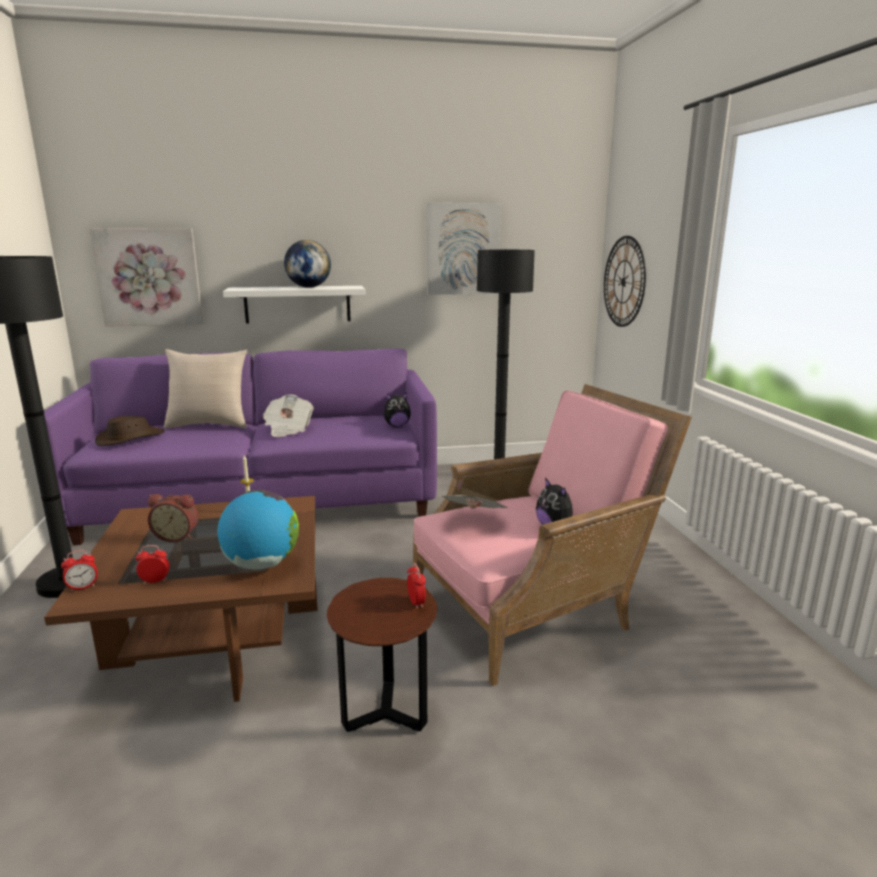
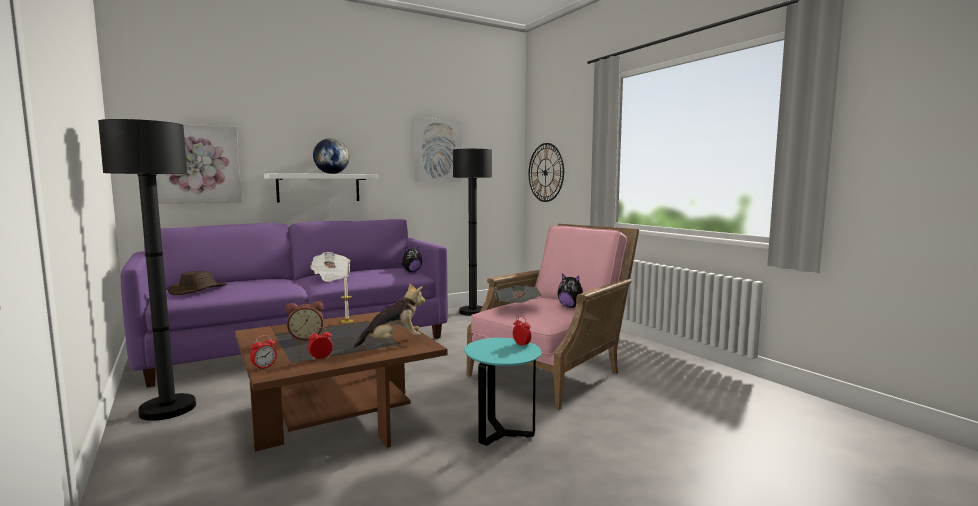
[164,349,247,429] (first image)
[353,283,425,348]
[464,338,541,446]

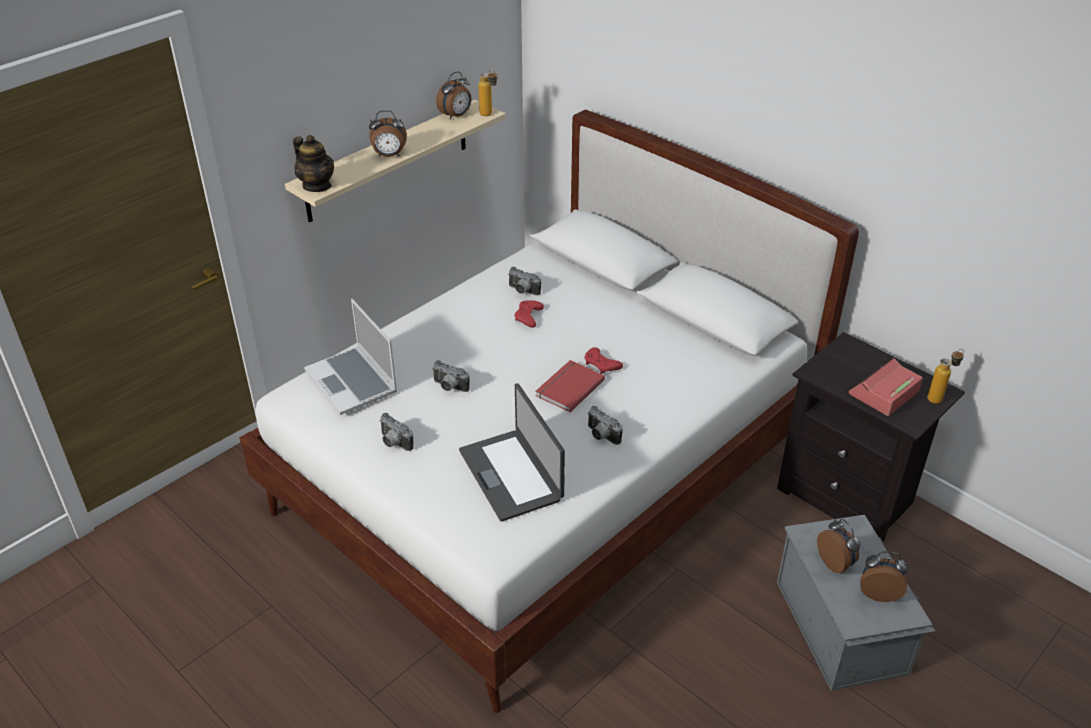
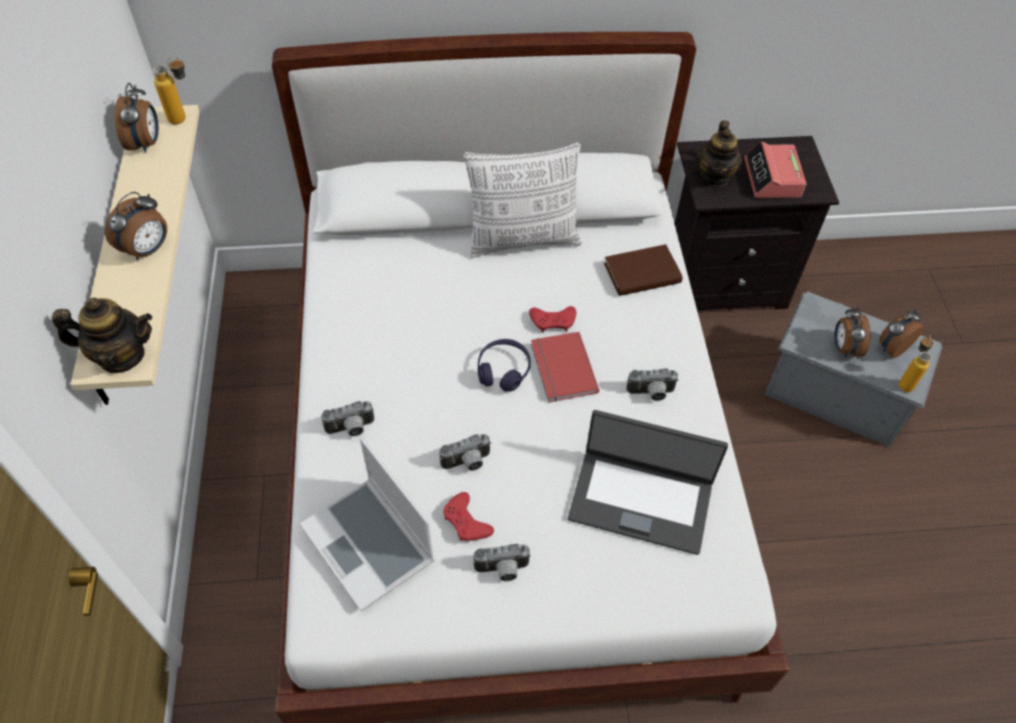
[300,437,435,612]
[321,401,374,437]
[443,492,494,541]
[834,306,871,358]
[899,335,934,392]
[463,143,582,258]
[478,339,531,392]
[604,244,682,296]
[696,121,743,187]

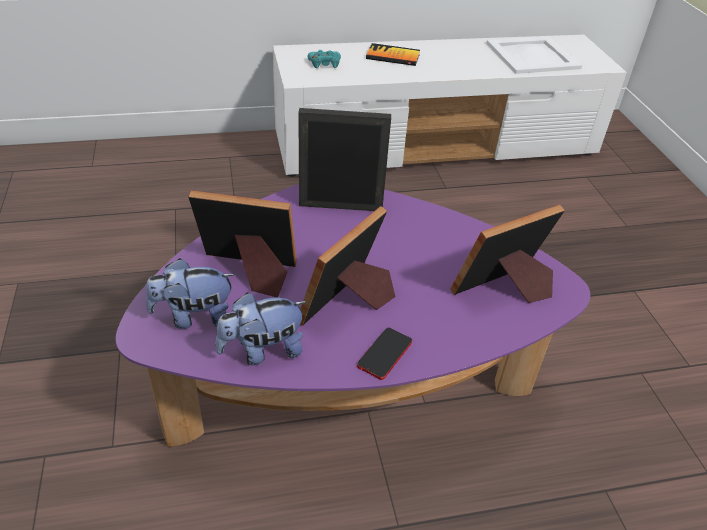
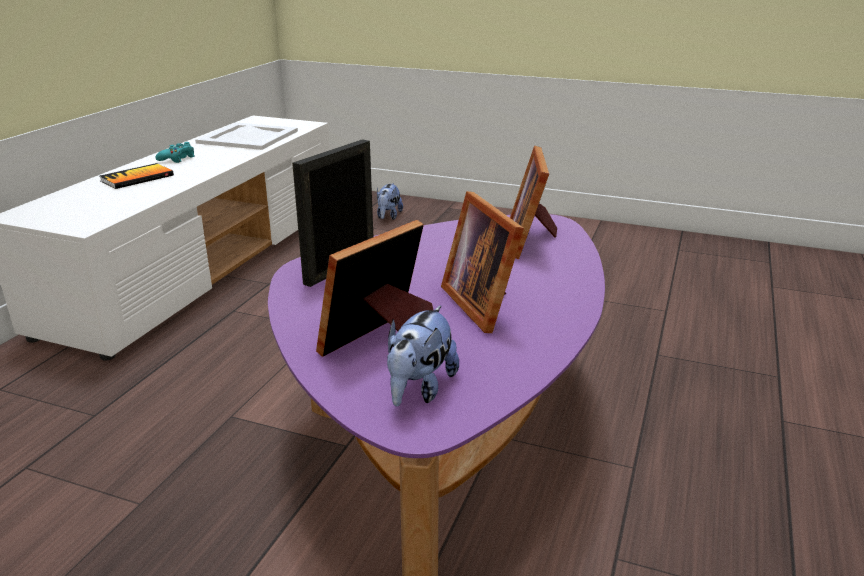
[377,183,403,220]
[155,142,195,163]
[357,327,412,380] (first image)

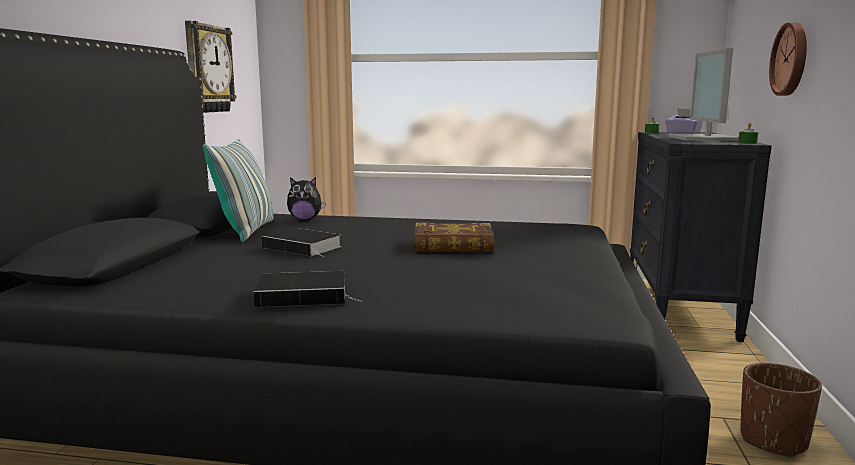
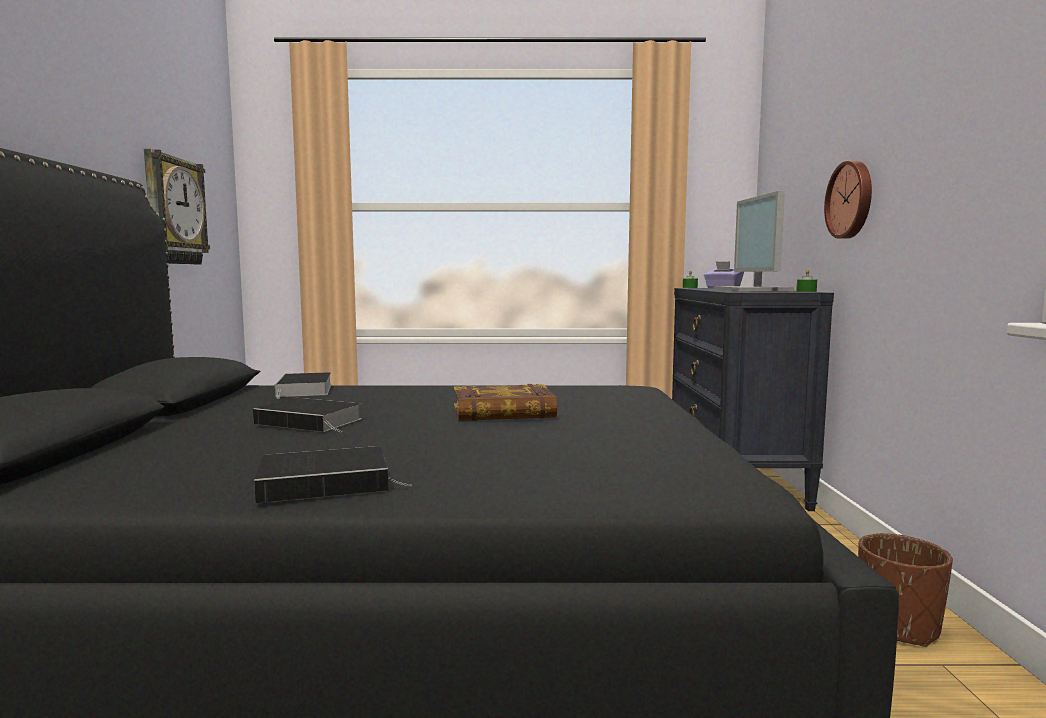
[203,139,274,242] (first image)
[275,372,332,399]

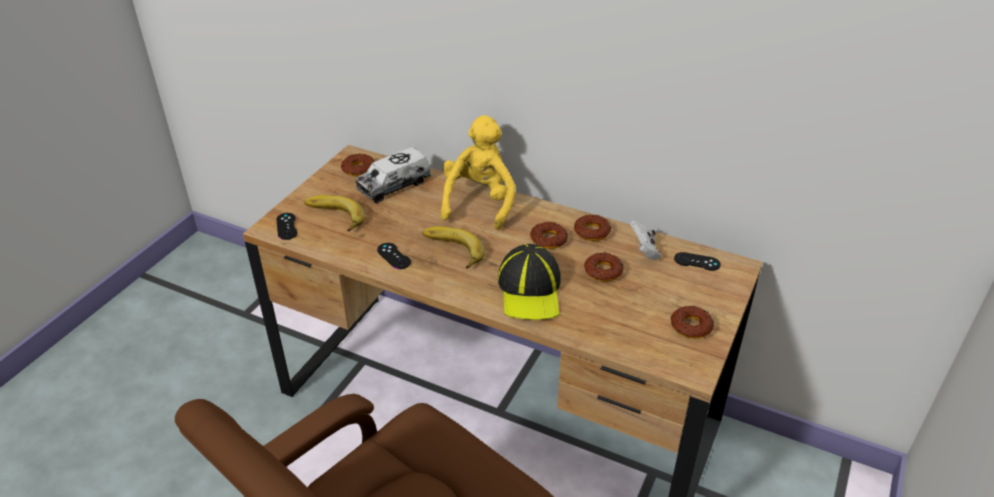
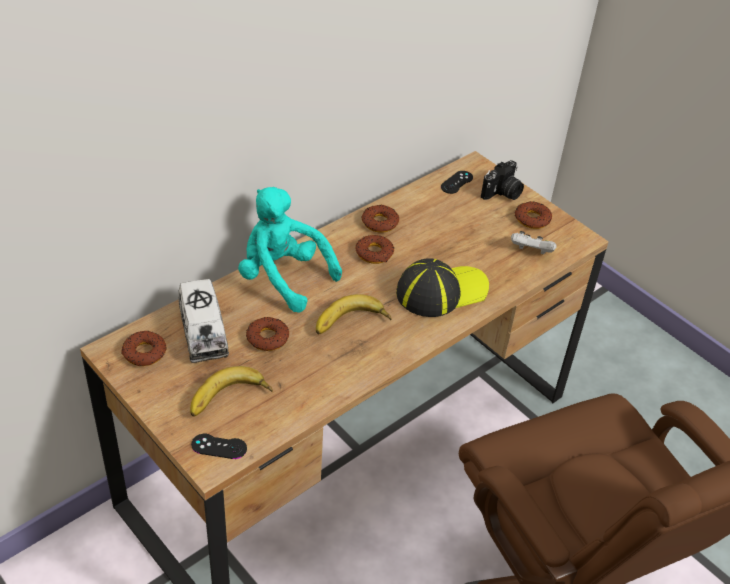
[377,243,411,269] (first image)
[238,187,342,313]
[396,258,489,317]
[246,317,289,351]
[511,231,557,255]
[481,160,524,200]

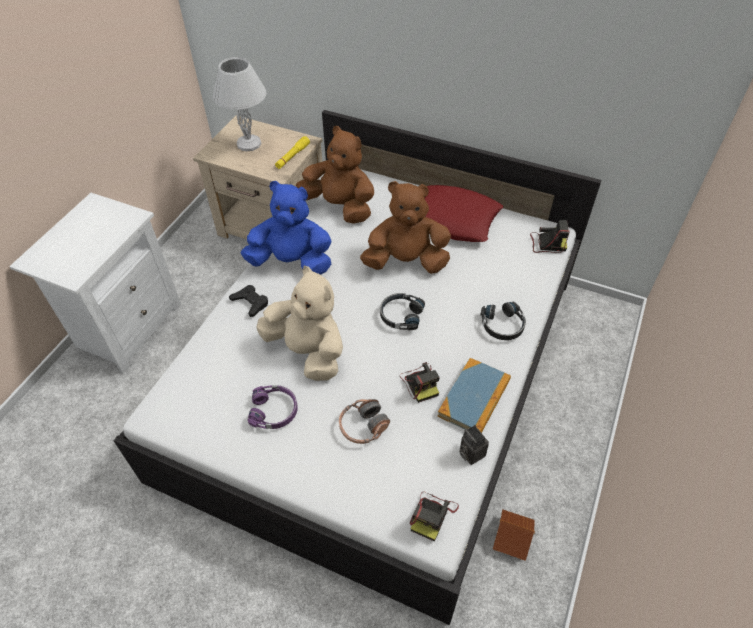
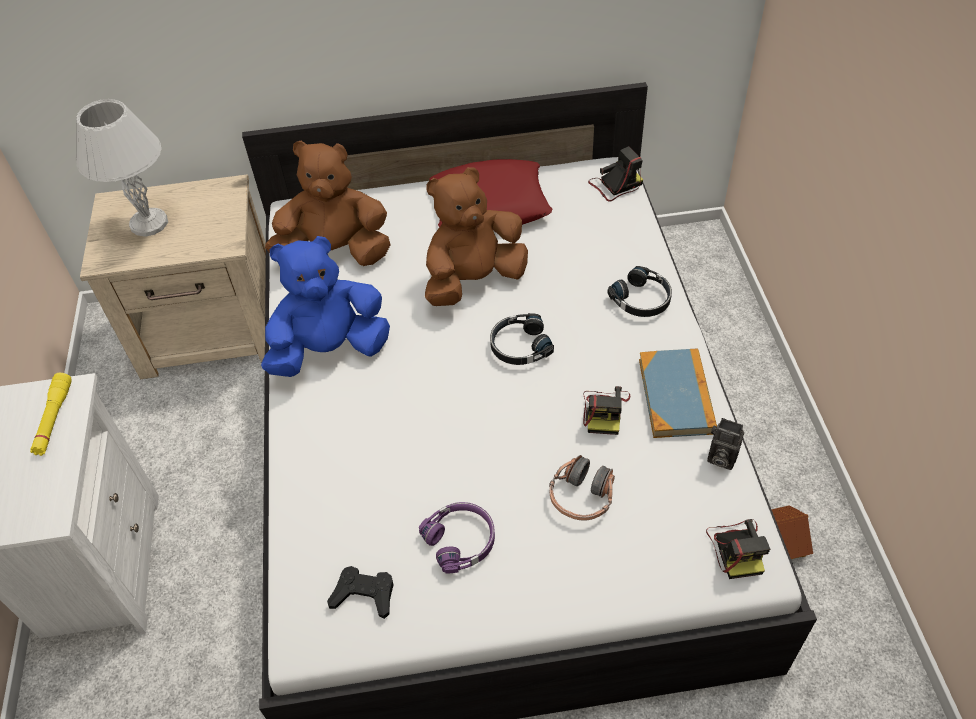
[327,566,393,619]
[256,266,343,381] (first image)
[30,373,72,456]
[583,386,630,435]

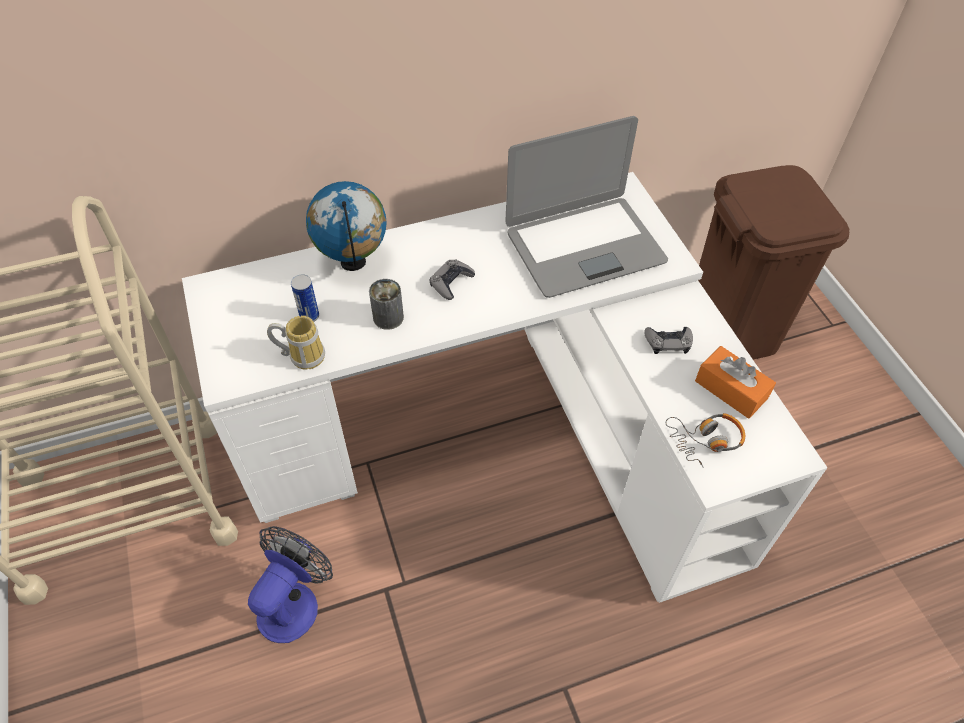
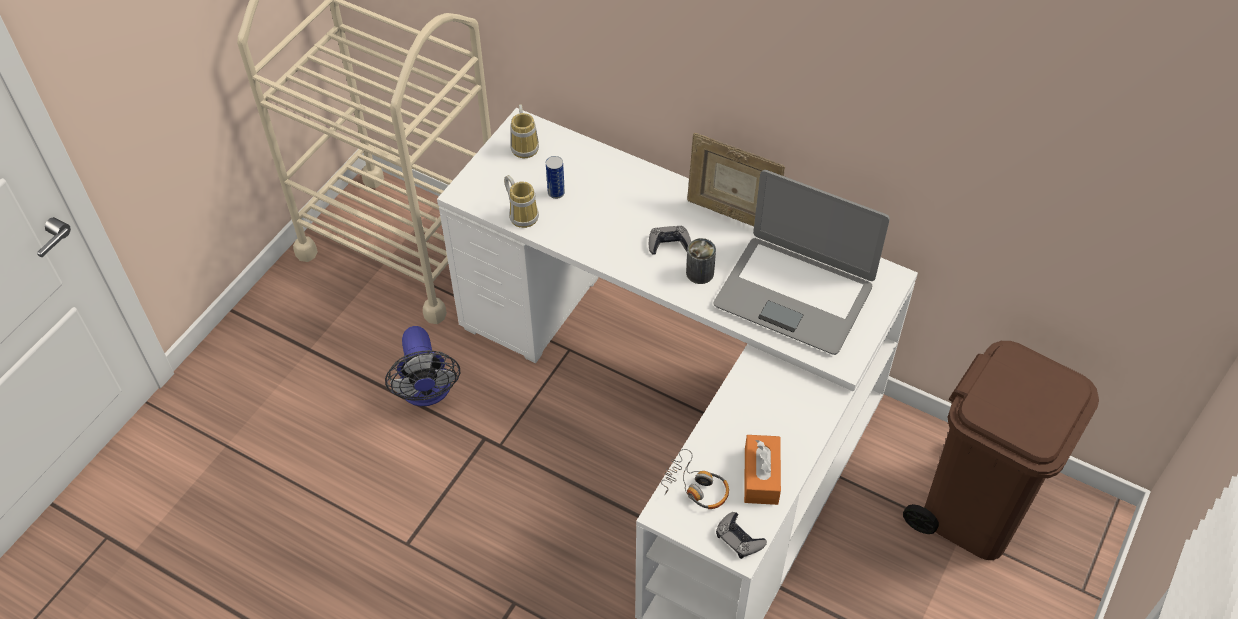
[385,326,460,406]
[306,181,387,271] (first image)
[686,238,716,284]
[716,512,767,559]
[510,104,539,158]
[687,133,785,226]

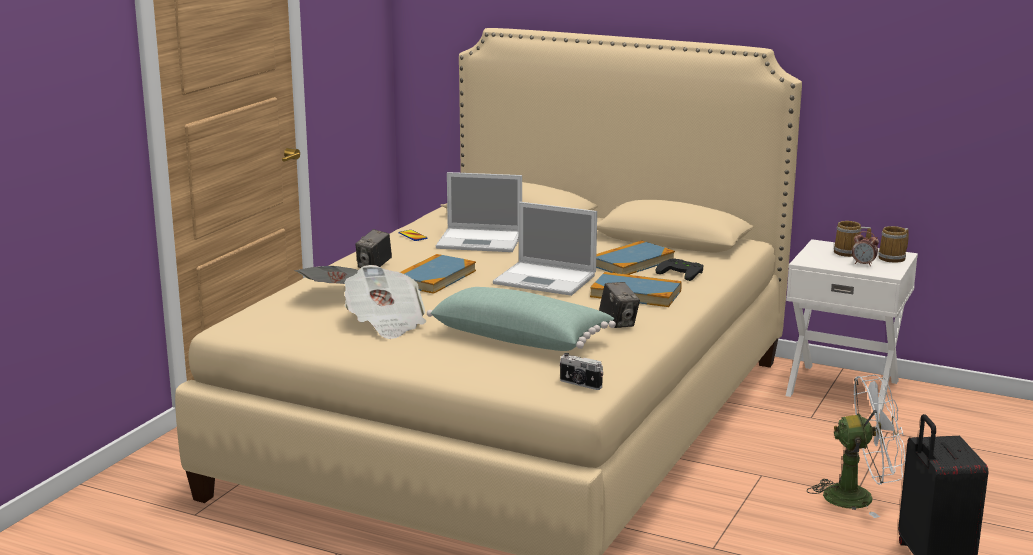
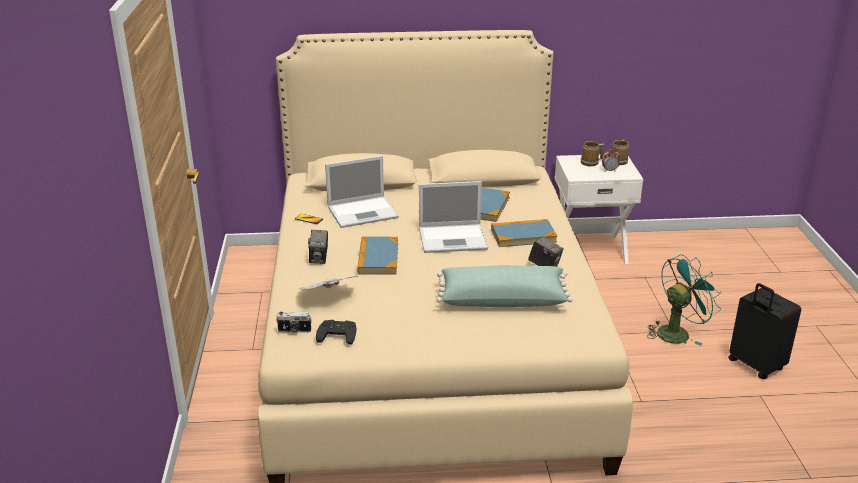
[344,265,426,339] (first image)
[276,312,312,333]
[316,320,357,344]
[647,254,721,346]

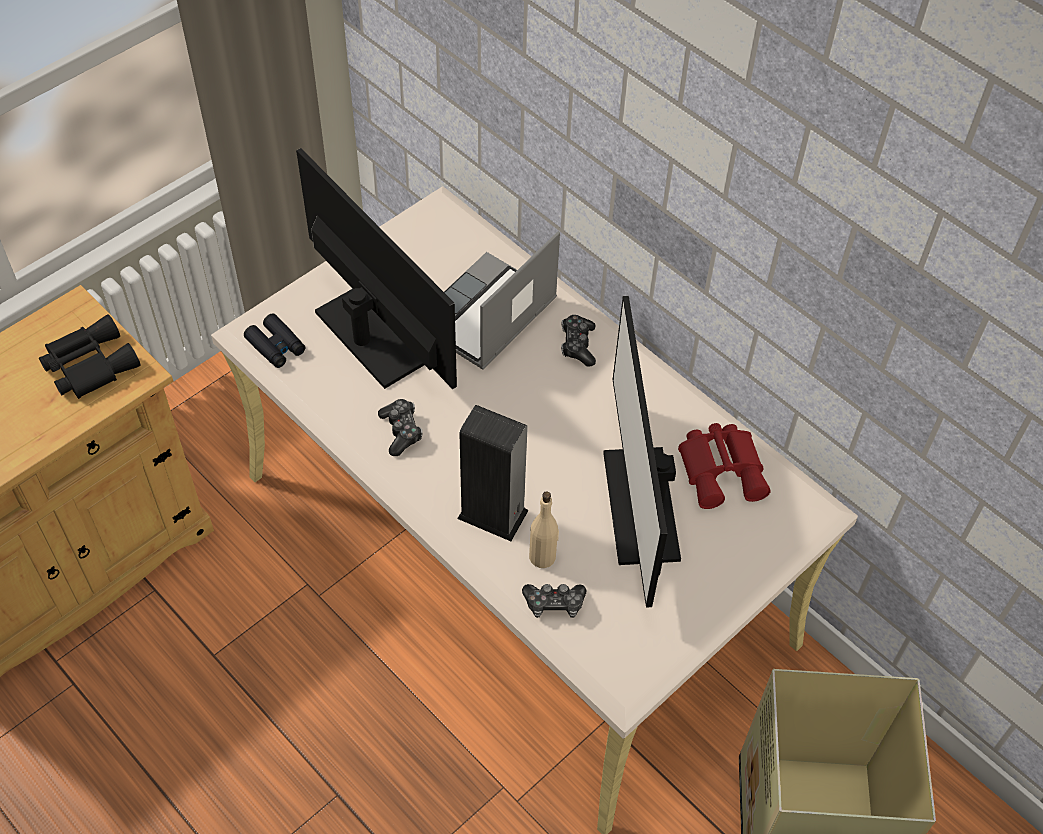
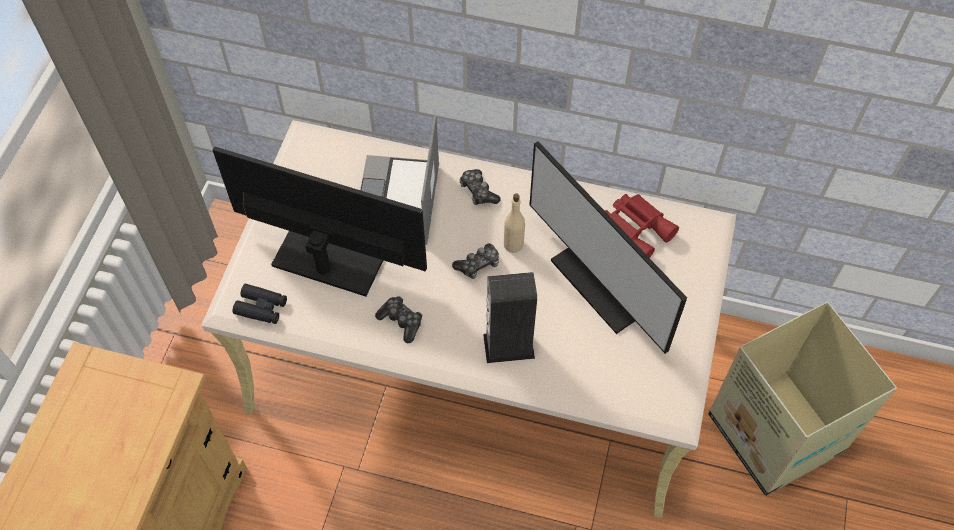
[39,314,141,399] (first image)
[452,243,499,279]
[504,193,525,253]

